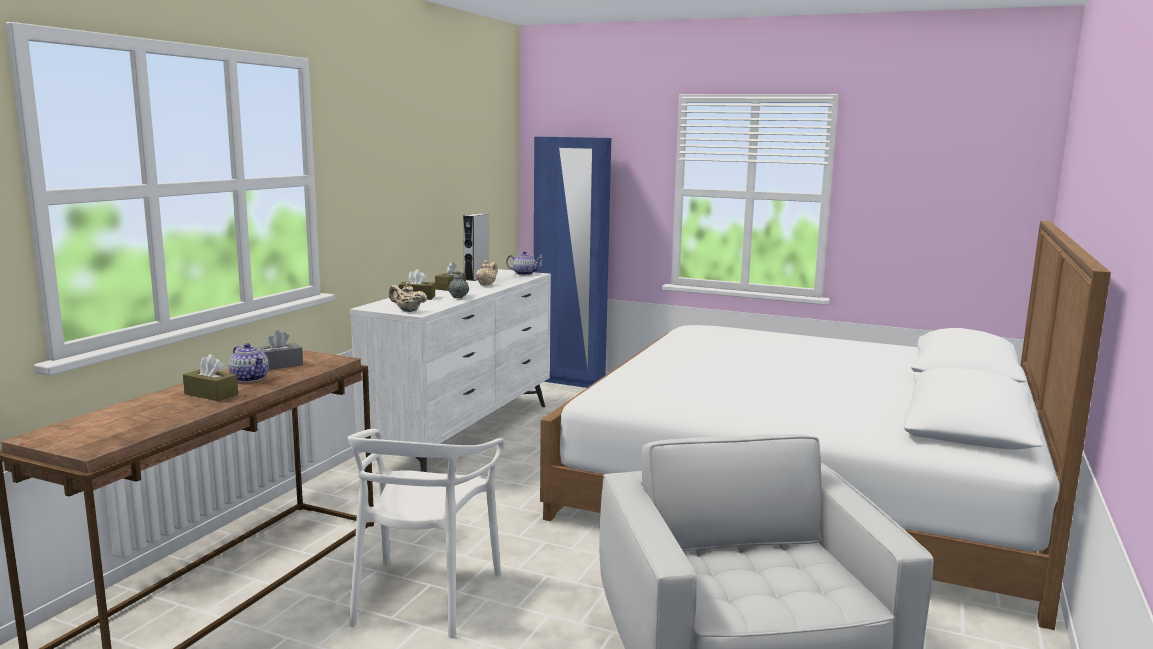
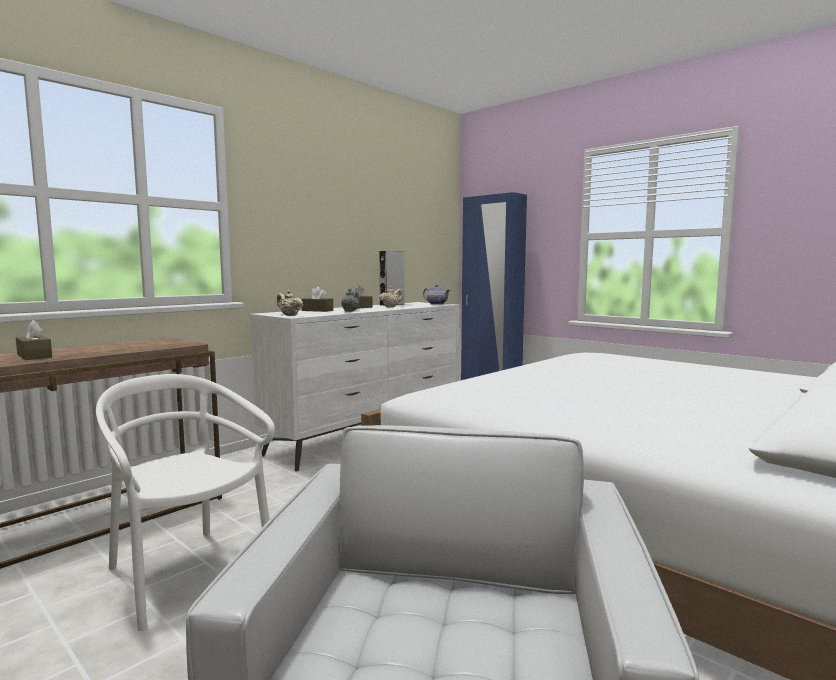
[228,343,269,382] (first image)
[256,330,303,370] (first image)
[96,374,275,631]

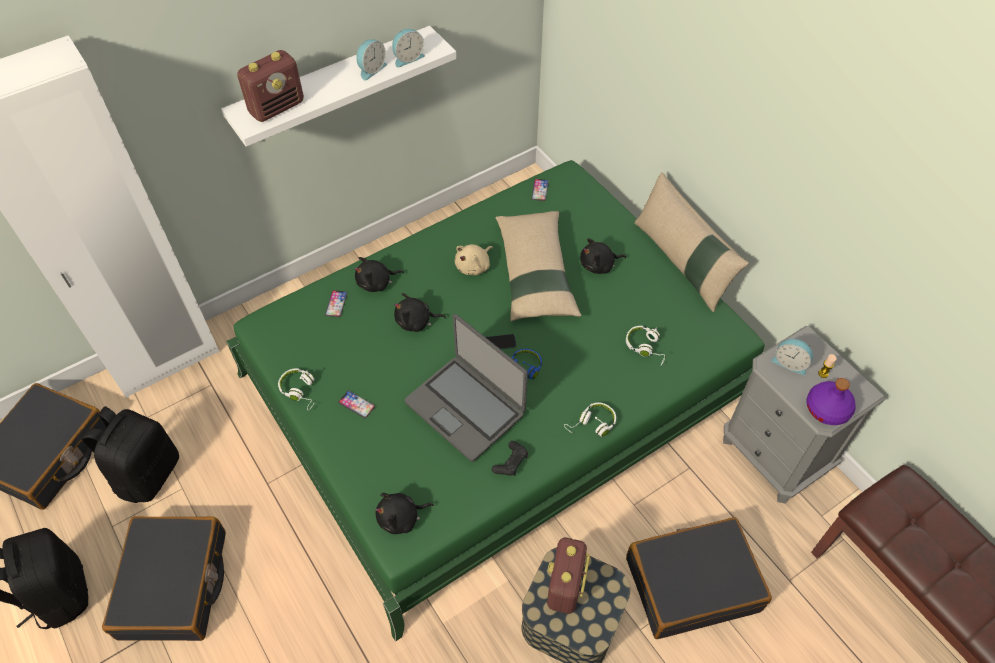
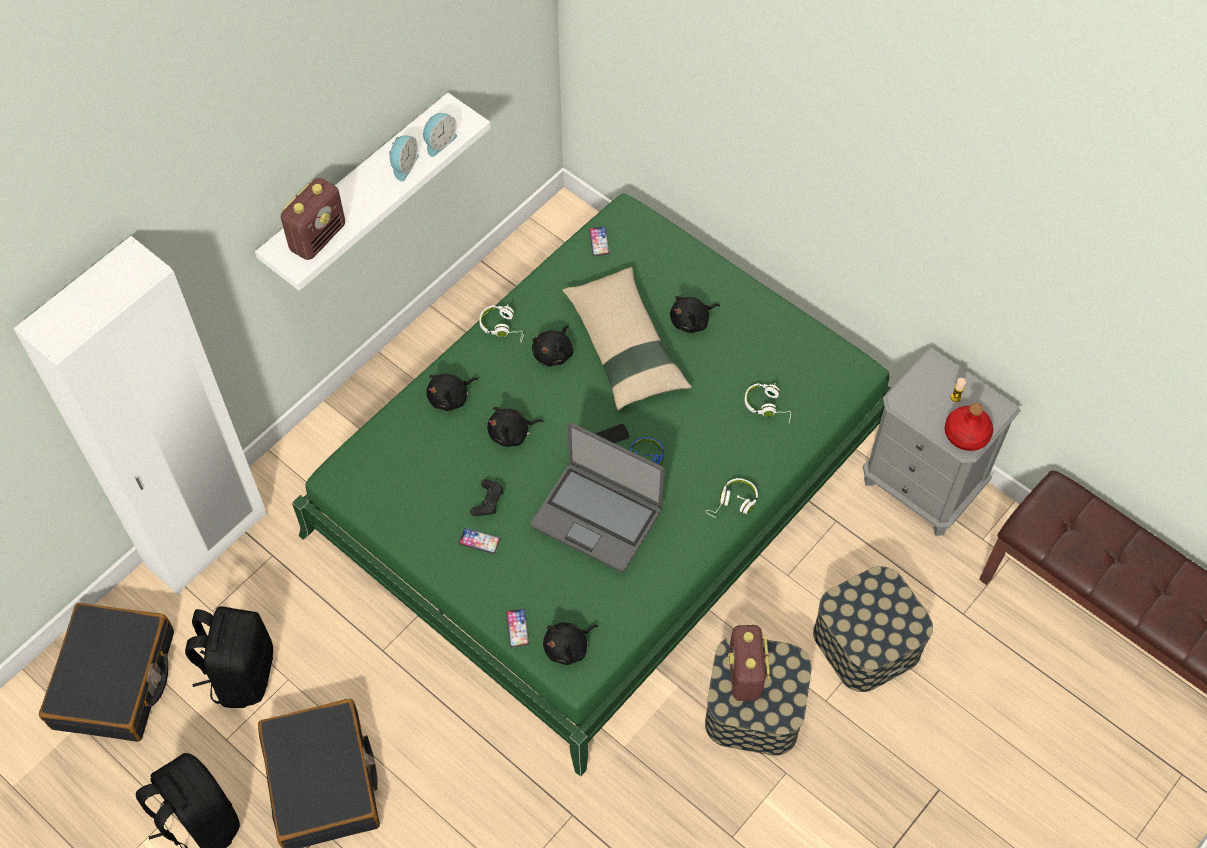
[479,304,524,342]
[506,609,529,647]
[532,325,574,366]
[470,479,504,516]
[813,566,933,692]
[634,172,749,312] (first image)
[771,339,813,375] (first image)
[945,403,993,451]

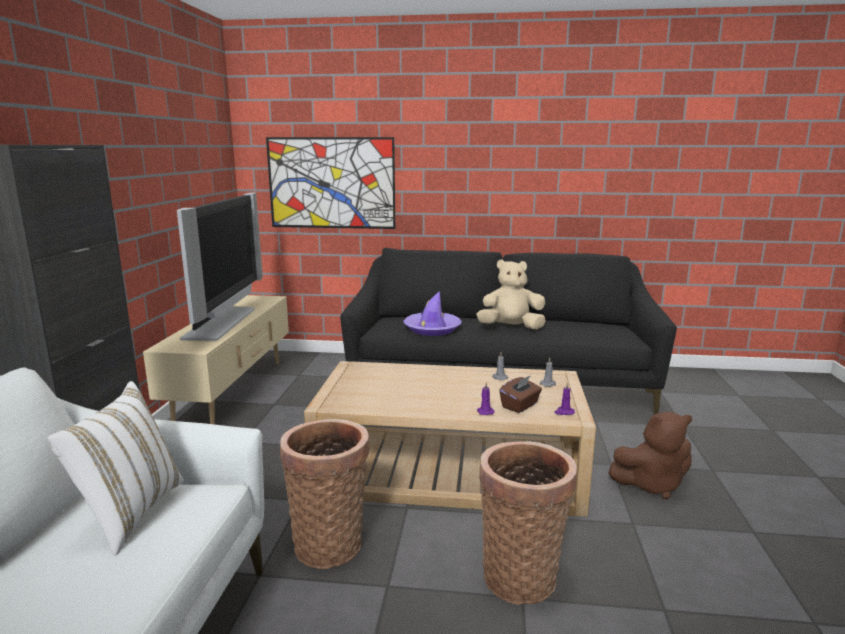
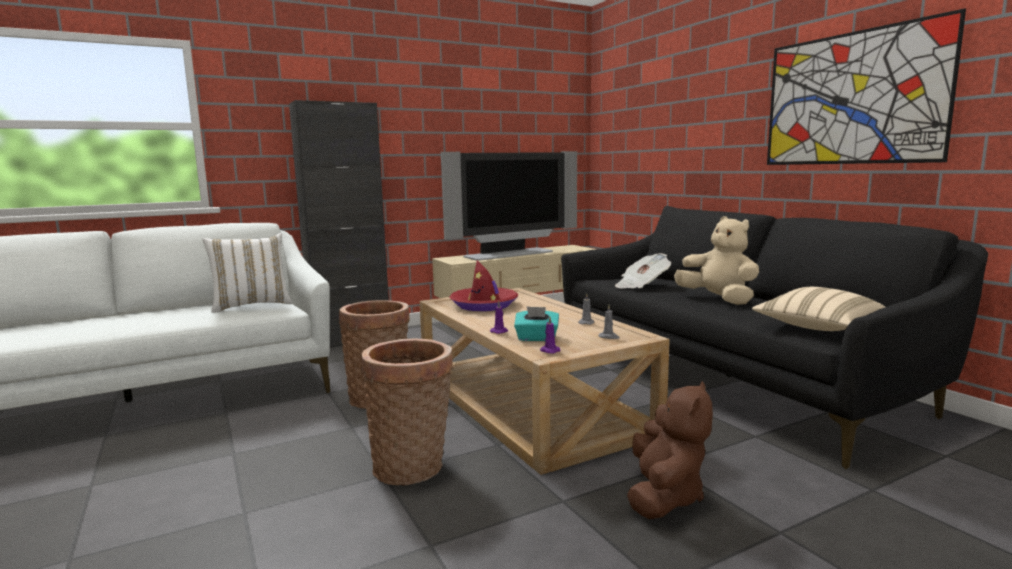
[767,8,966,165]
[615,253,671,289]
[514,306,559,341]
[627,381,713,519]
[449,260,518,311]
[752,287,885,331]

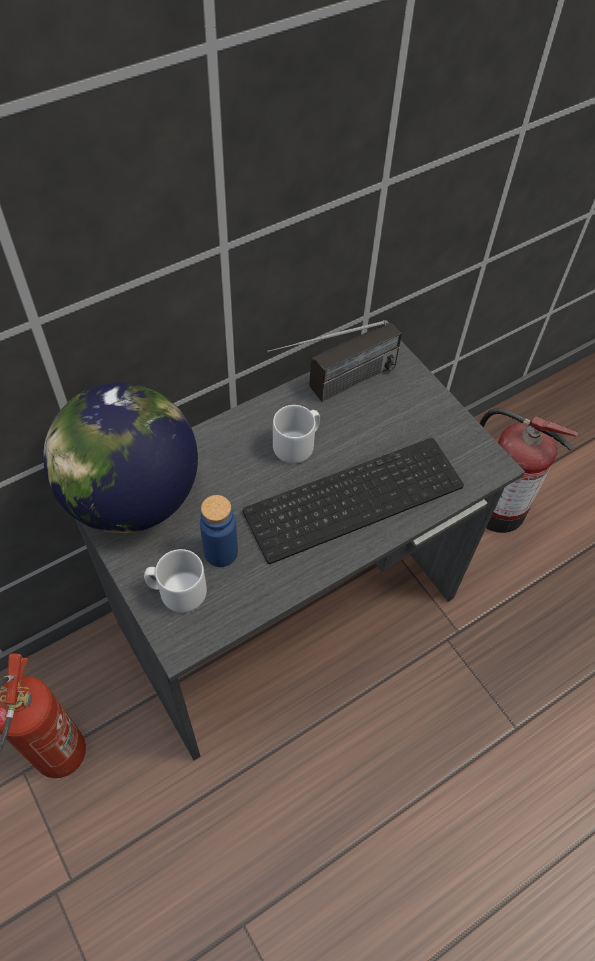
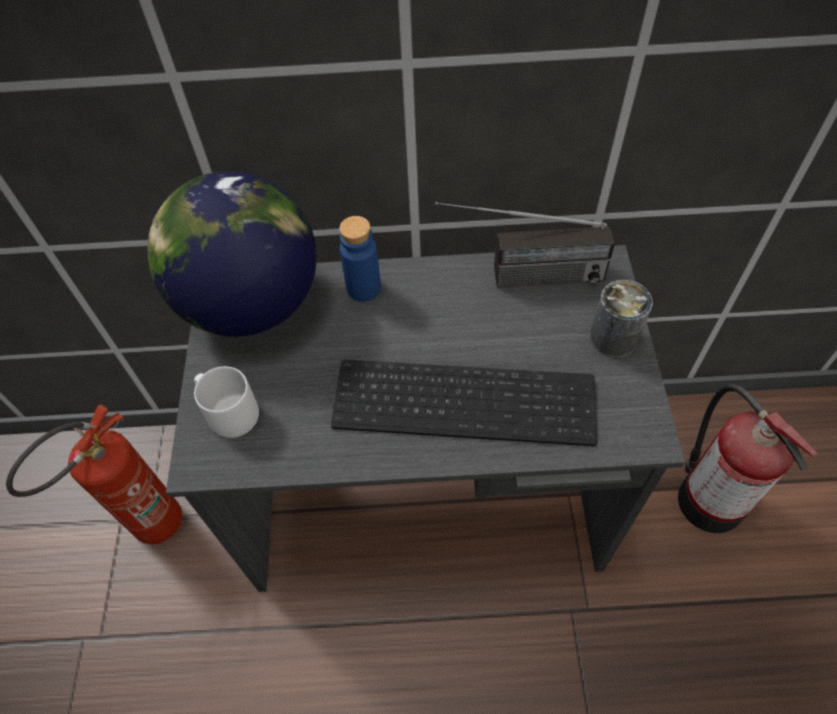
[339,216,381,302]
[273,405,320,464] (first image)
[590,280,653,358]

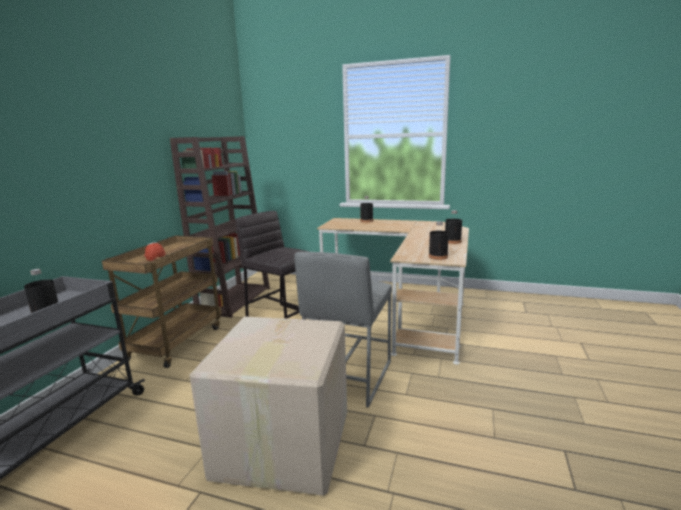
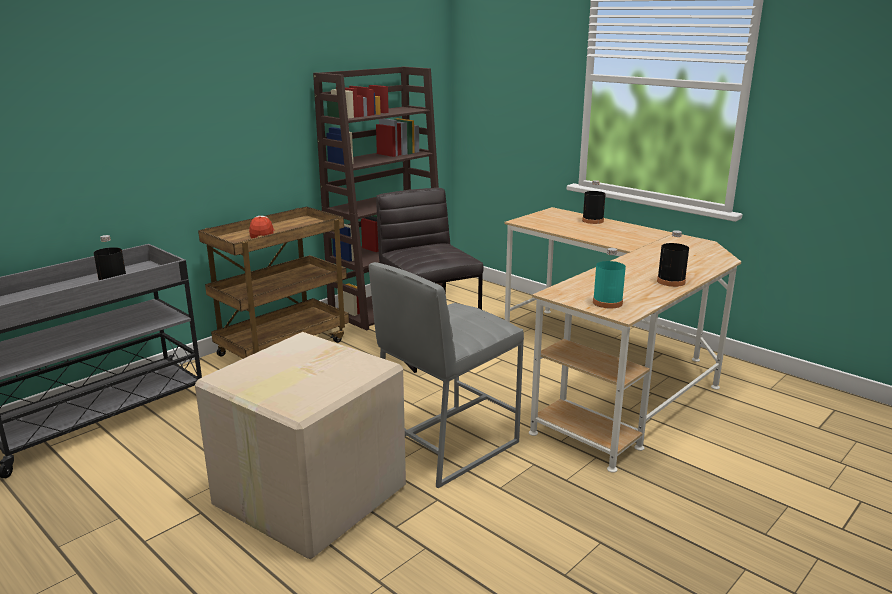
[593,248,626,309]

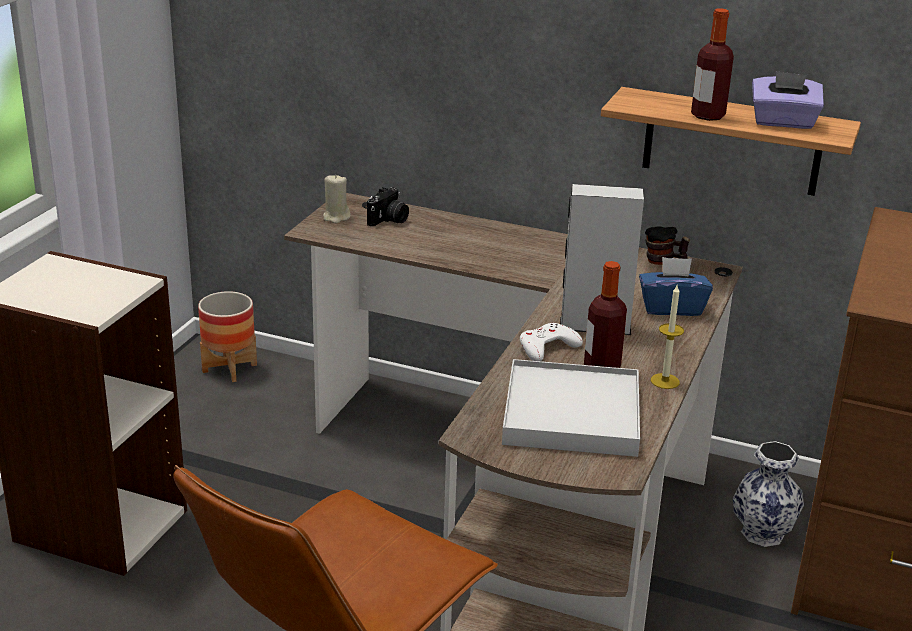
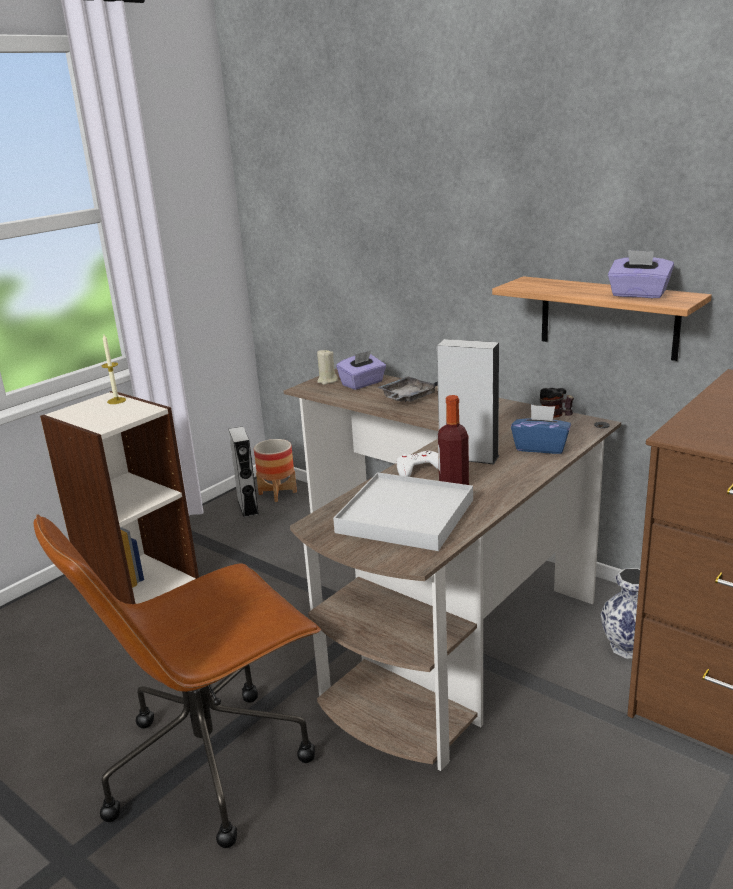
[336,350,386,390]
[102,335,126,404]
[691,8,734,121] (first image)
[228,427,259,517]
[377,377,438,402]

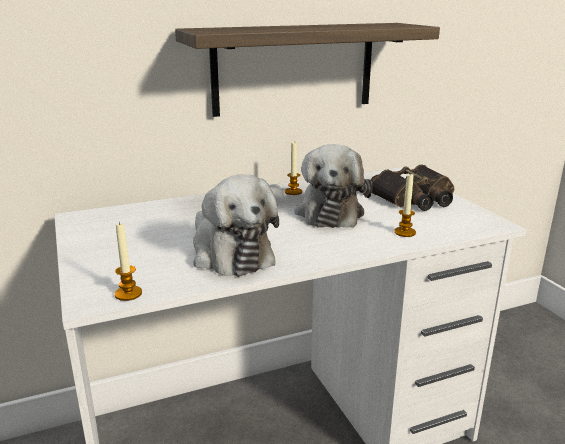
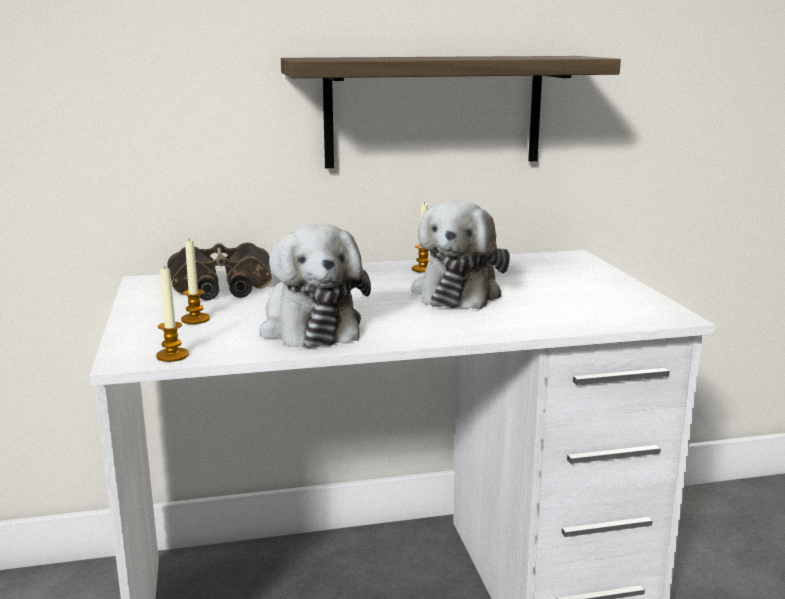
[167,242,272,300]
[181,240,210,324]

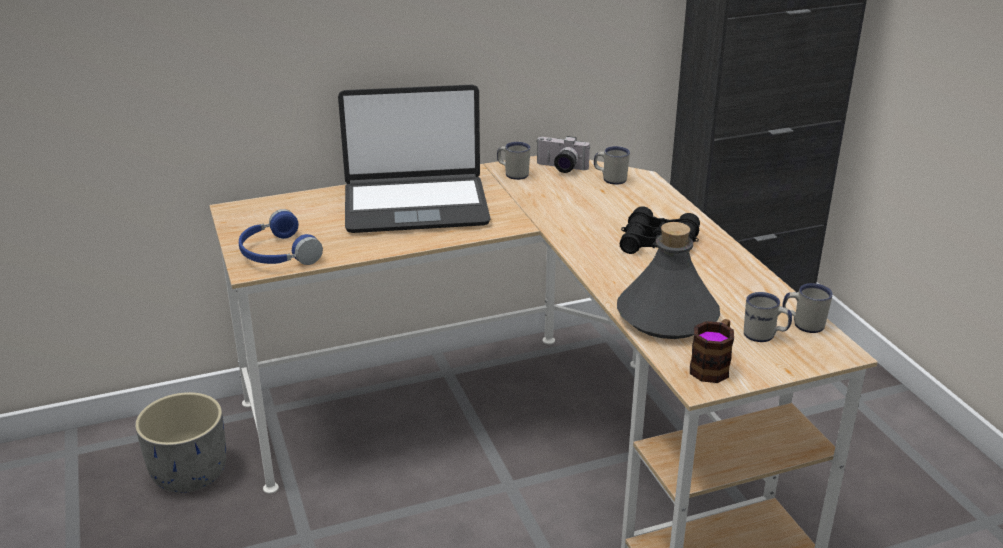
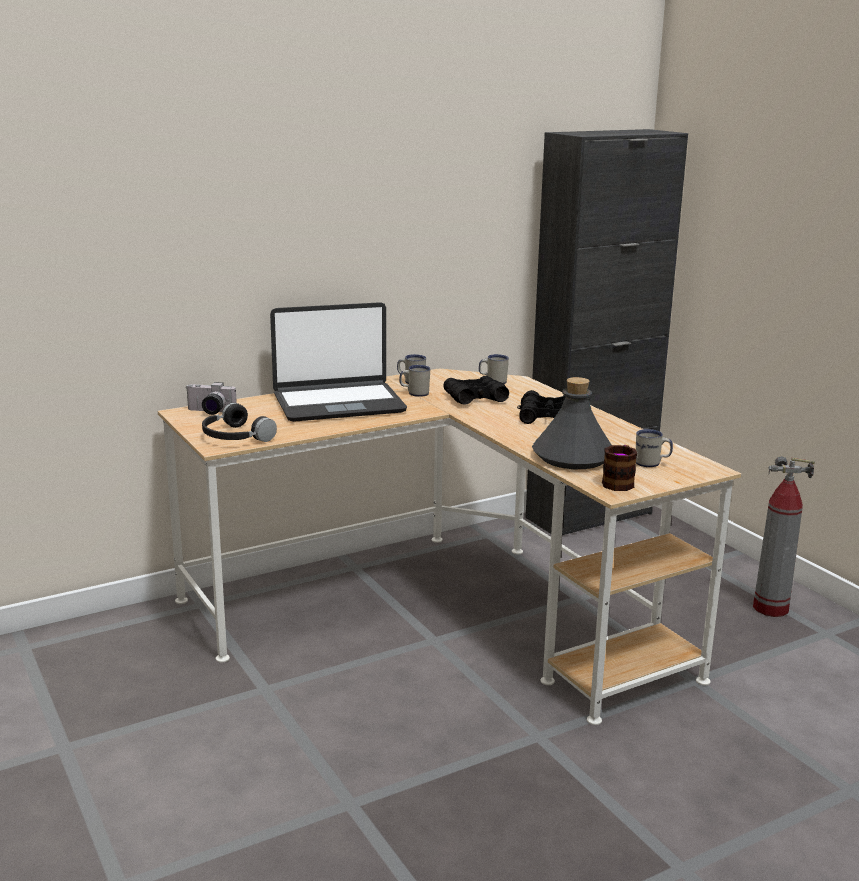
[135,392,226,493] (first image)
[202,403,277,442]
[185,382,237,415]
[399,365,430,397]
[443,376,509,405]
[753,456,815,617]

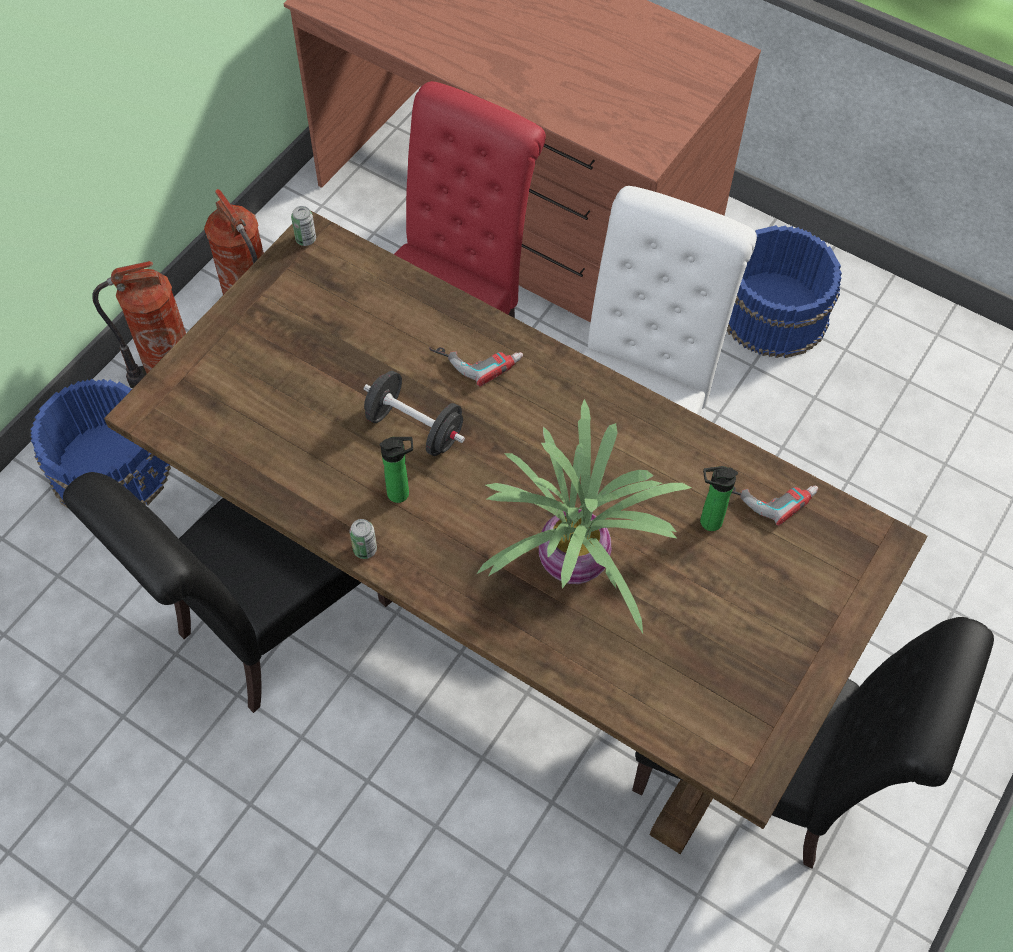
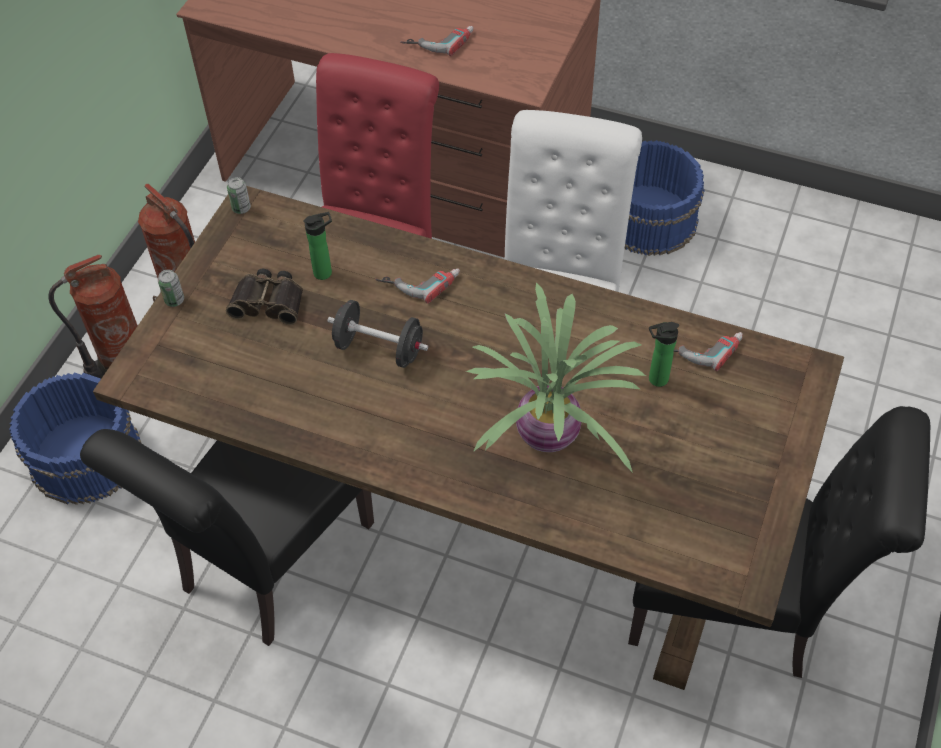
[158,269,184,307]
[303,212,332,280]
[226,269,303,325]
[400,26,474,56]

